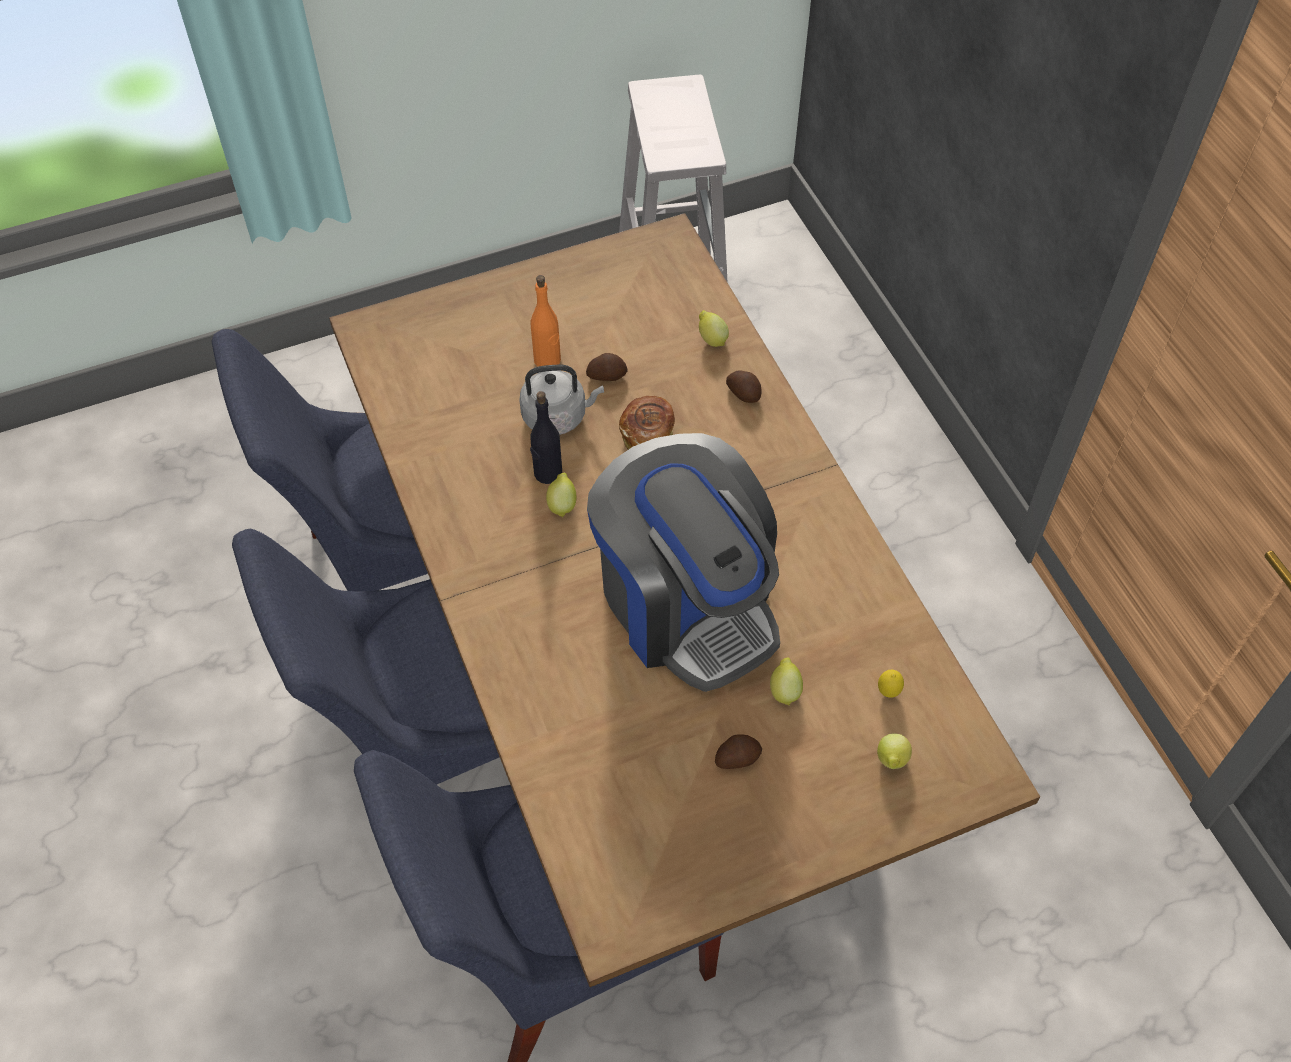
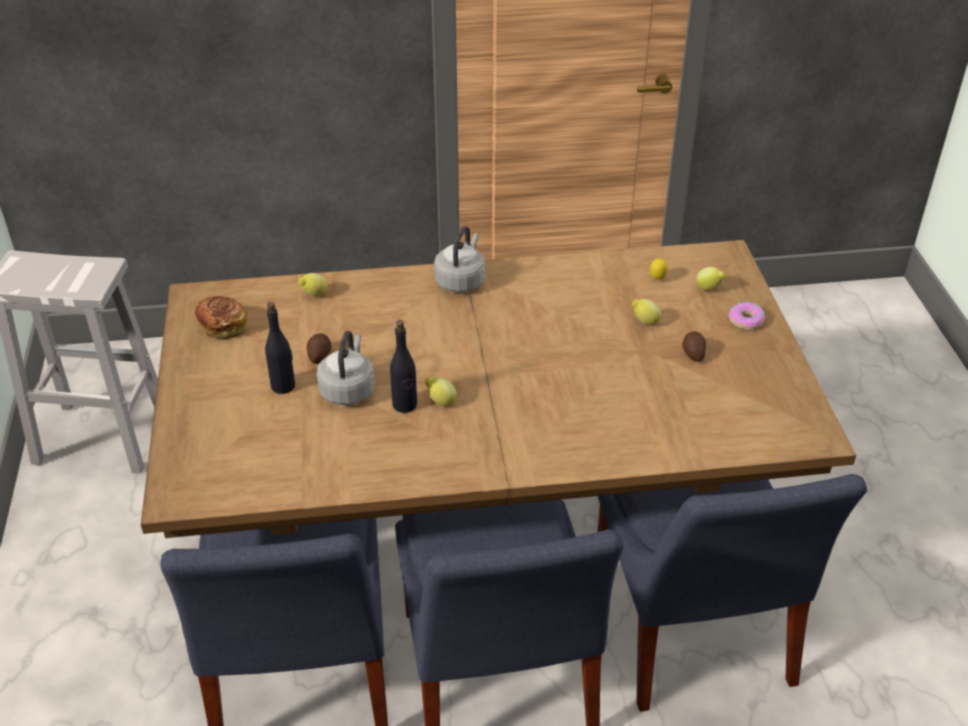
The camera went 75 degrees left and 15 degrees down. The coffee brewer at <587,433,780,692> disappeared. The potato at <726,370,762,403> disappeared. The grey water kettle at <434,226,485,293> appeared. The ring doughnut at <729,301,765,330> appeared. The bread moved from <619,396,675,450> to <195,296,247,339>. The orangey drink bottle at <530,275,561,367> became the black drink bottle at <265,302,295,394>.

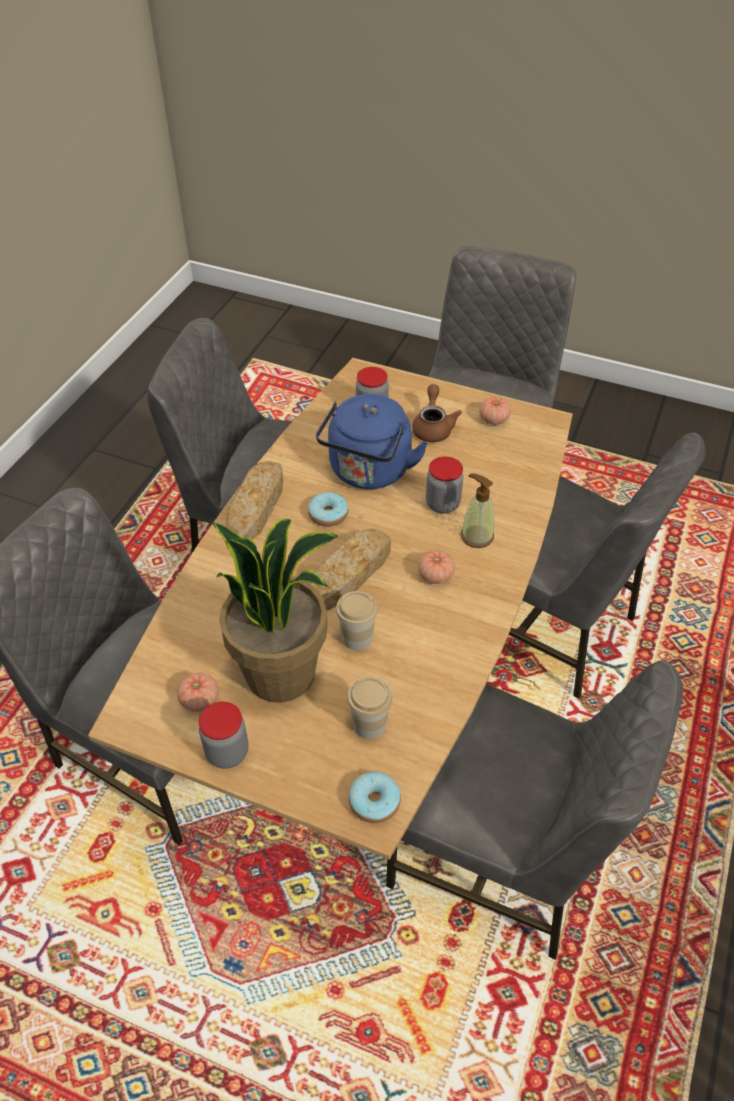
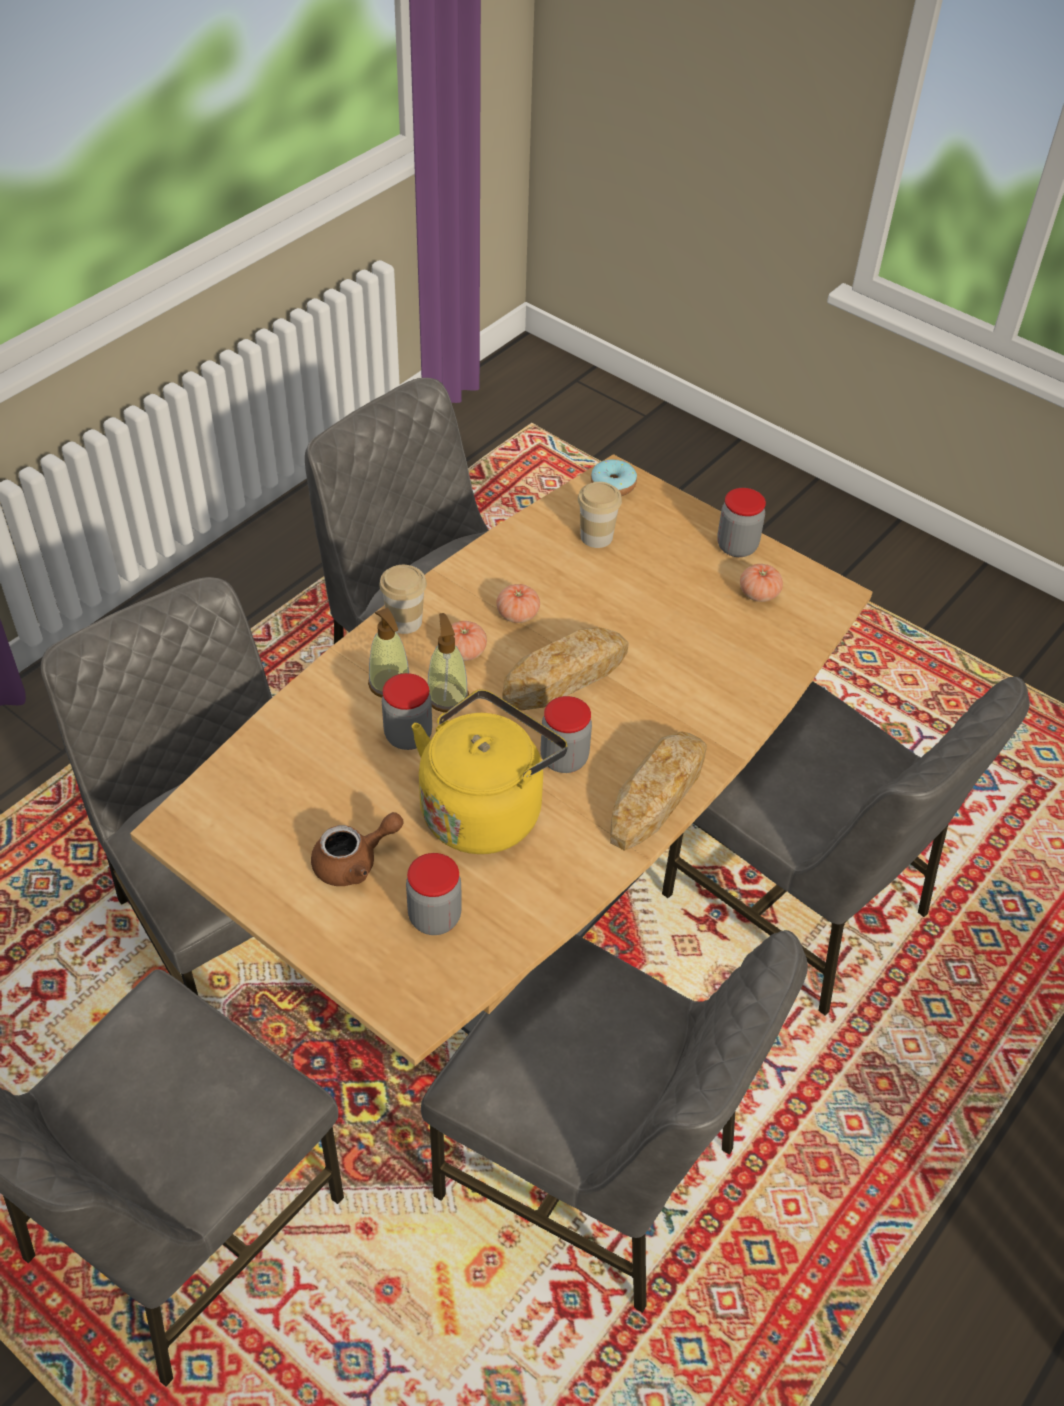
The camera went 165 degrees left and 0 degrees up. The potted plant at <212,519,338,703> disappeared. The liquid soap bottle at <428,613,469,712> appeared. The small cup moved from <336,591,378,650> to <379,565,427,634>. The tomato moved from <479,397,511,425> to <496,584,540,623>. The ring doughnut at <308,492,348,527> was replaced by the preserve jar at <541,696,592,773>. The blue water kettle at <316,394,428,489> became the yellow-coloured water kettle at <412,689,568,854>. The brown tea pot at <412,384,462,443> turned 135 degrees counterclockwise.

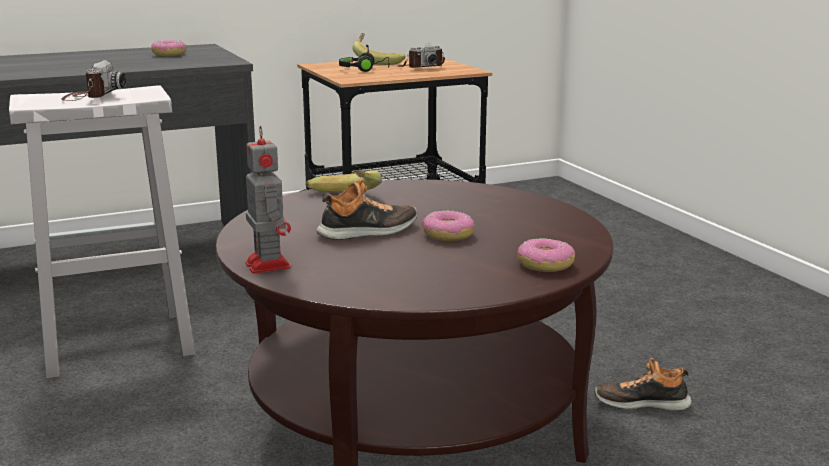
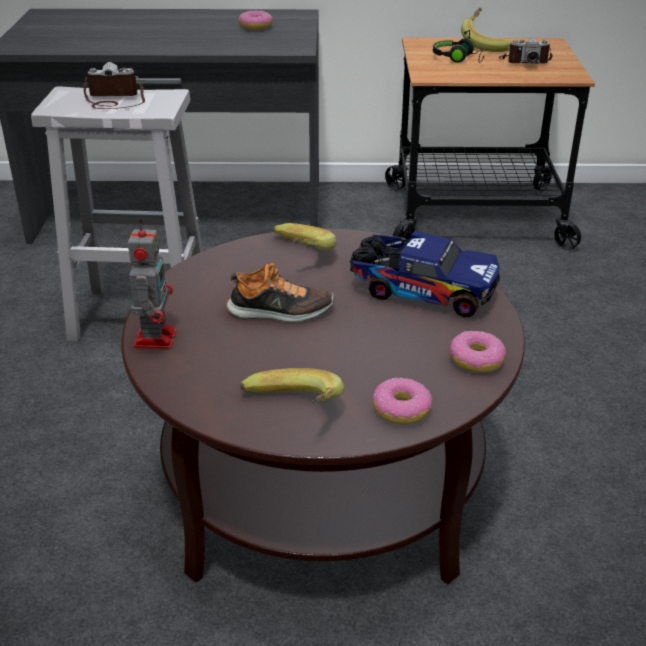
The camera went 25 degrees right and 15 degrees up. The low shoe at <594,358,692,411> disappeared. The whole banana at <240,368,344,404> appeared. The toy truck at <349,231,500,318> appeared. The ring doughnut moved from <422,210,474,241> to <450,331,506,373>. The photo camera at <61,60,126,101> turned 120 degrees counterclockwise.

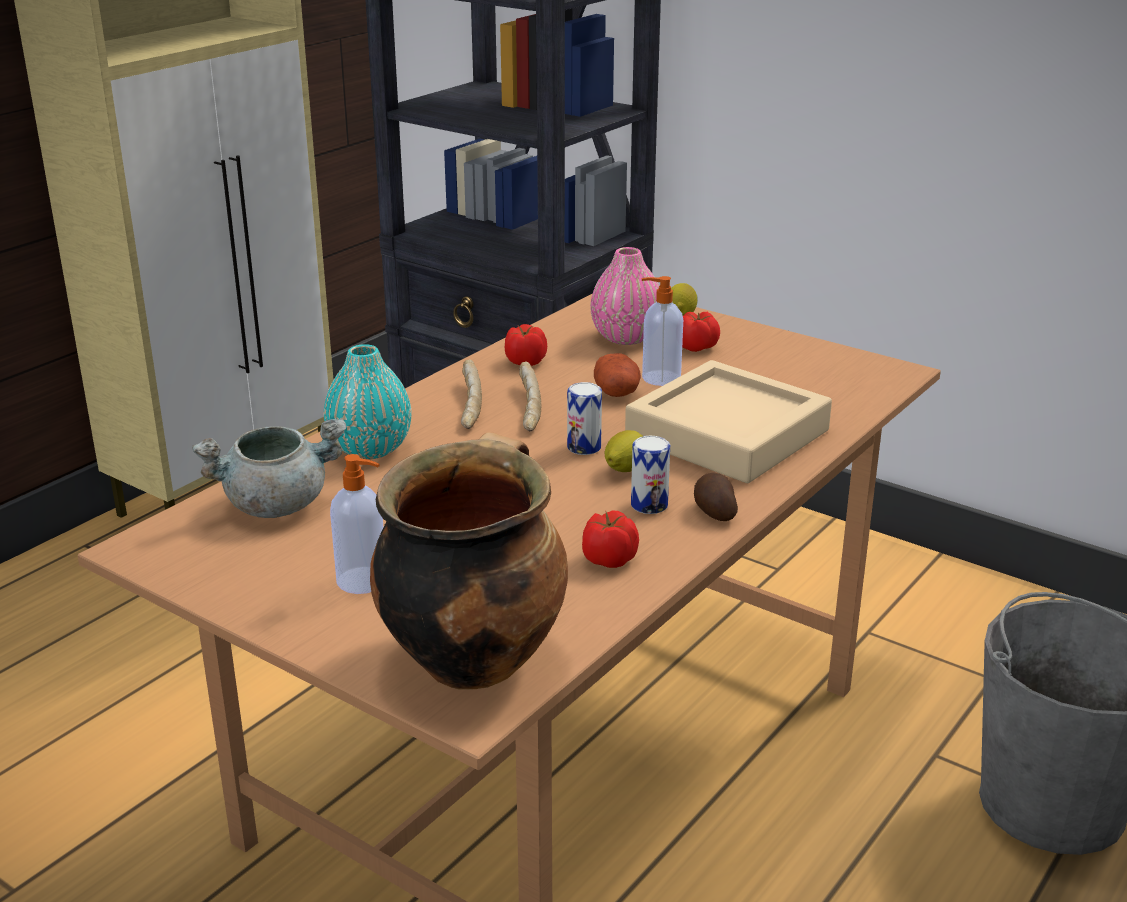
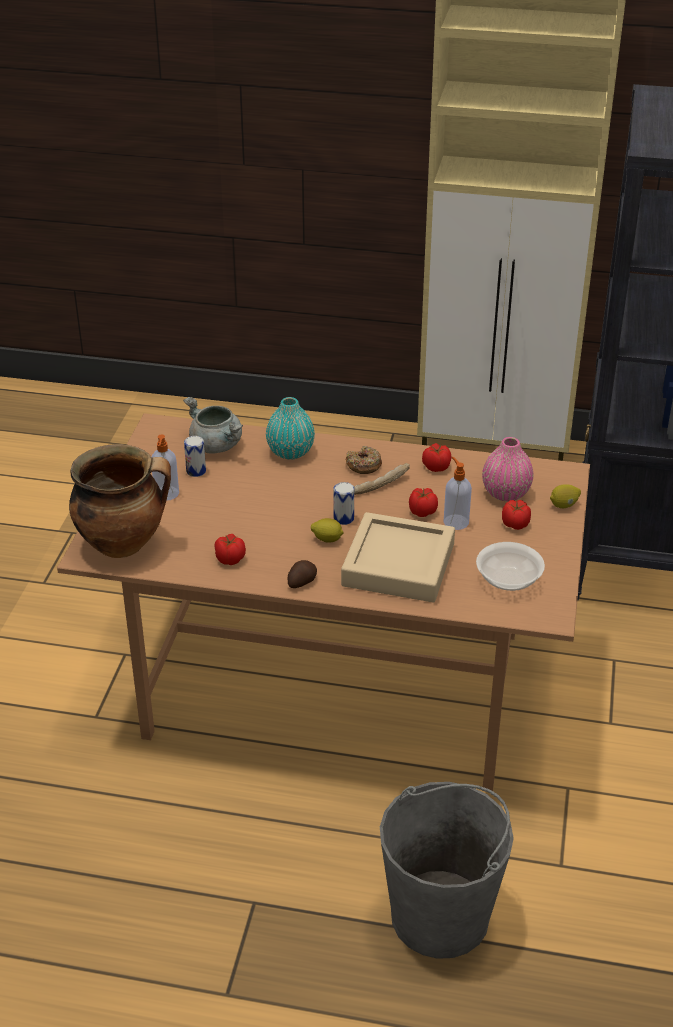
The camera went 65 degrees right and 10 degrees up. The bowl at <476,542,545,591> appeared. The sealed can moved from <631,436,670,514> to <184,436,206,477>. The bread at <461,359,482,429> was replaced by the ring doughnut at <346,446,382,474>. The potato at <594,353,641,397> was replaced by the tomato at <409,488,438,517>.

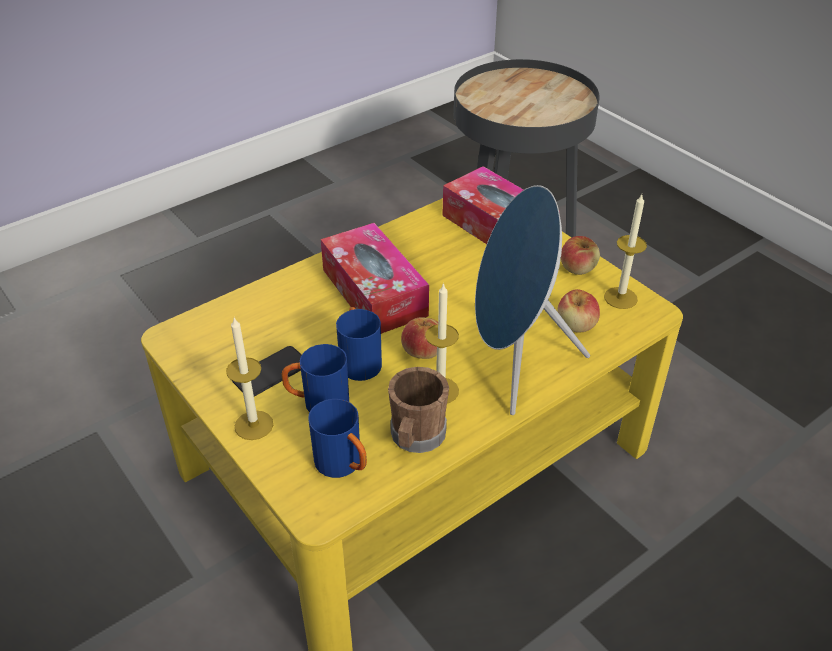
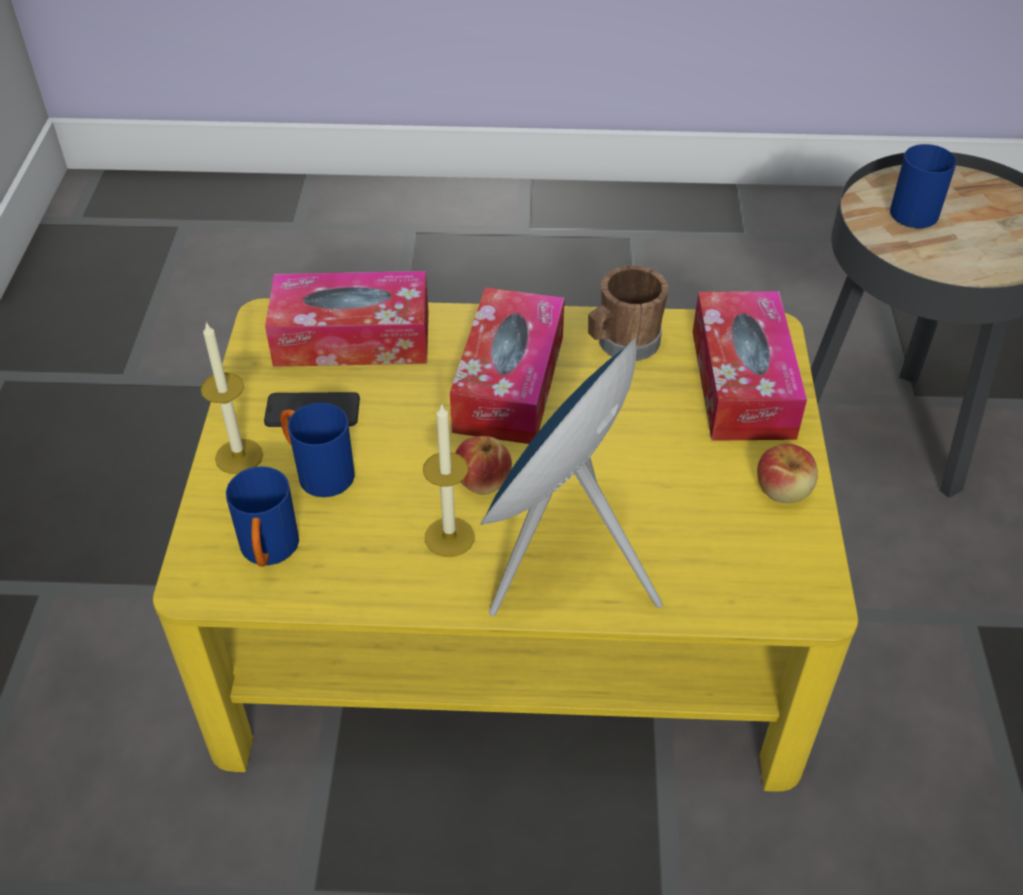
The camera went 40 degrees right and 5 degrees up. The whole apple at <557,289,600,332> disappeared. The wax light at <604,195,647,309> disappeared. The tissue box at <265,271,428,367> appeared. The blue coffee mug moved from <336,307,382,381> to <890,144,957,228>. The brown coffee mug moved from <388,367,449,453> to <588,265,668,361>.

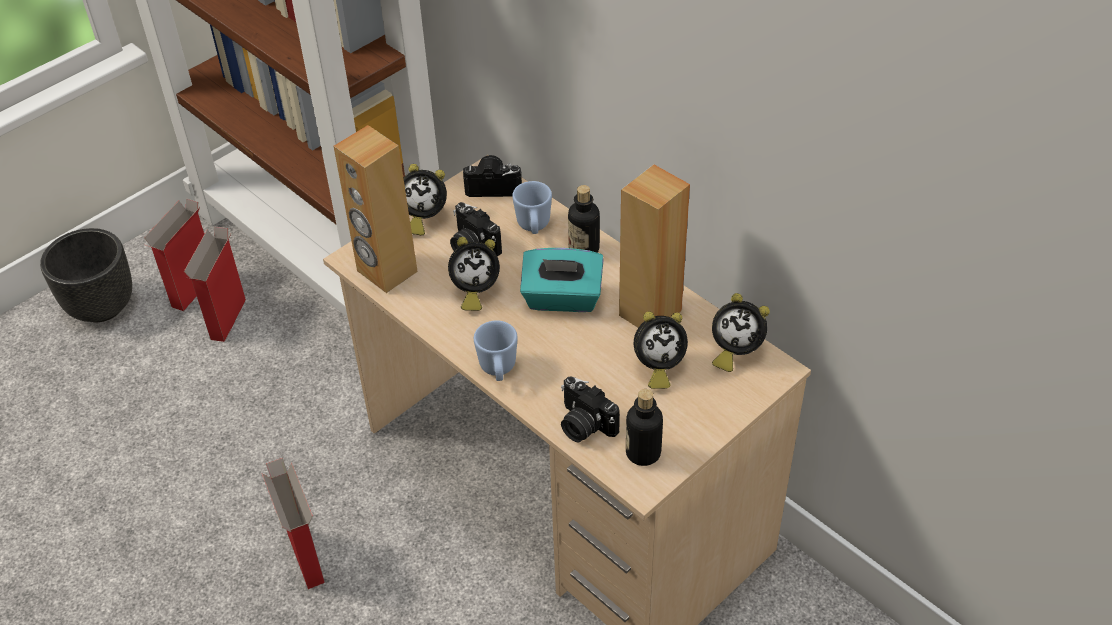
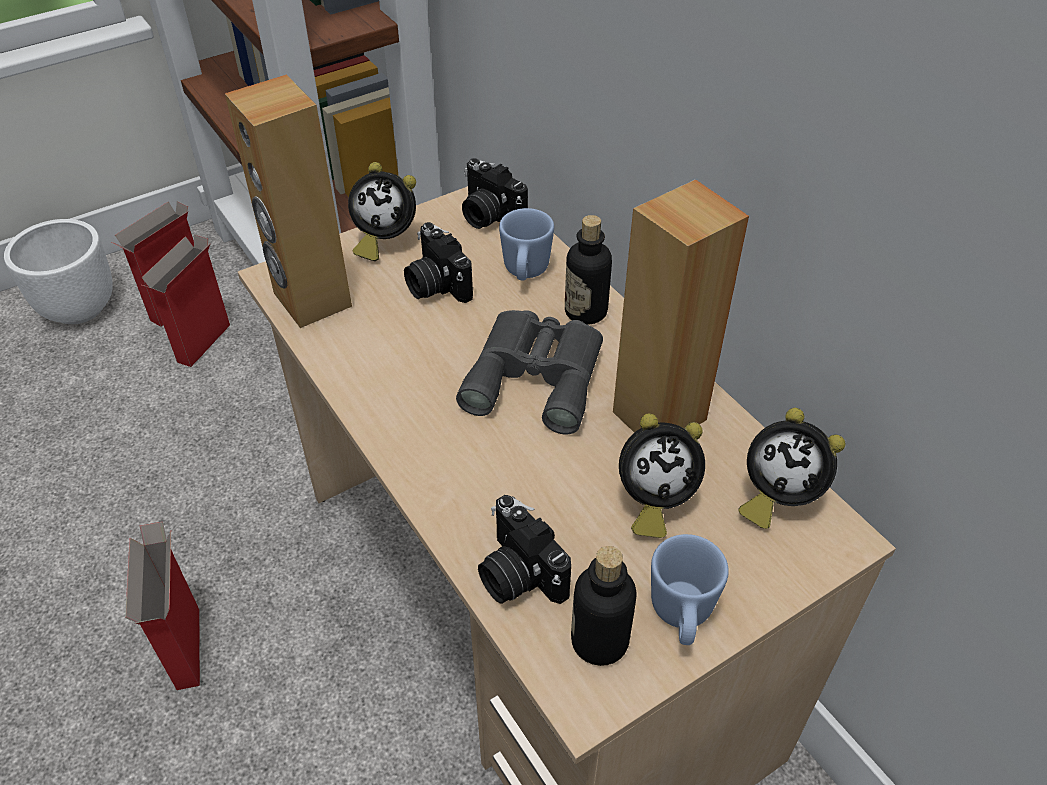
The camera went 10 degrees right and 0 degrees up. The alarm clock at <448,237,500,311> disappeared. The blue coffee mug moved from <474,320,517,381> to <651,534,729,645>. The turquoise tissue box at <520,248,604,312> was replaced by the grey field glasses at <456,310,603,435>. The black flower pot at <40,228,132,322> became the whitish flower pot at <4,219,113,324>. The photo camera at <463,155,522,197> turned 150 degrees counterclockwise.

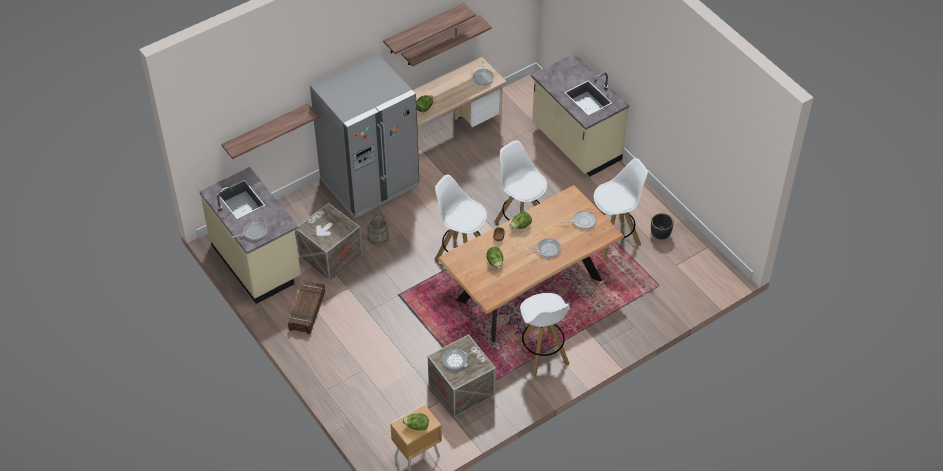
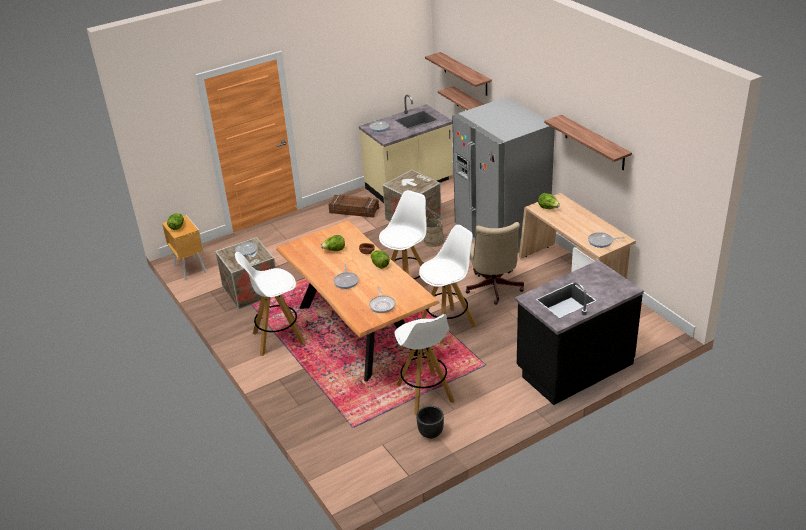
The camera went 95 degrees right and 15 degrees down. The beige-coloured desk chair at <466,222,524,305> appeared. The bracket shelf moved from <401,16,492,66> to <425,52,492,96>. The beige-coloured kitchen base unit at <531,53,629,177> became the black kitchen base unit at <515,260,644,405>.

